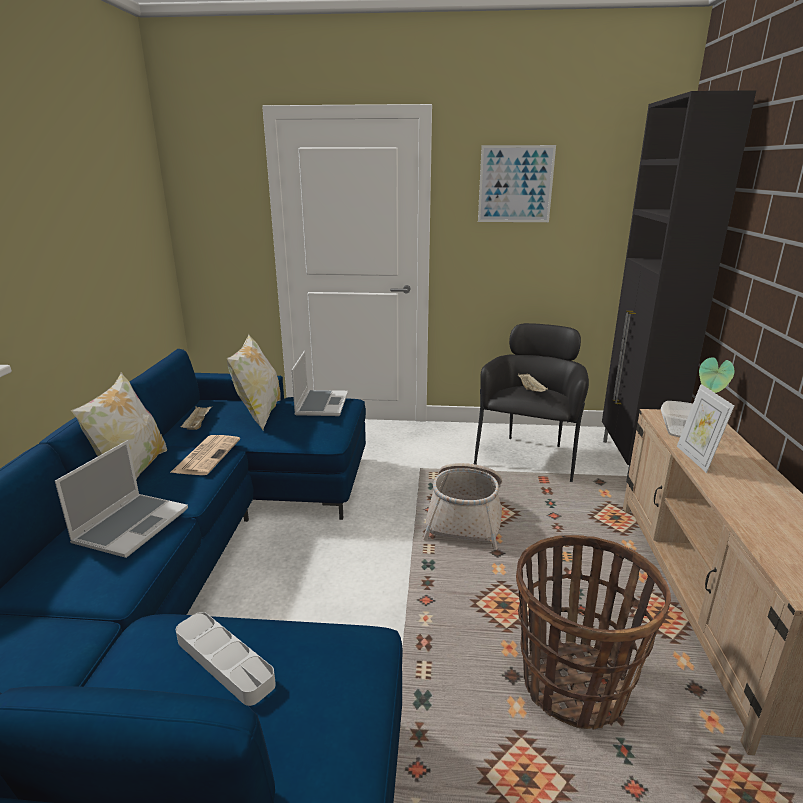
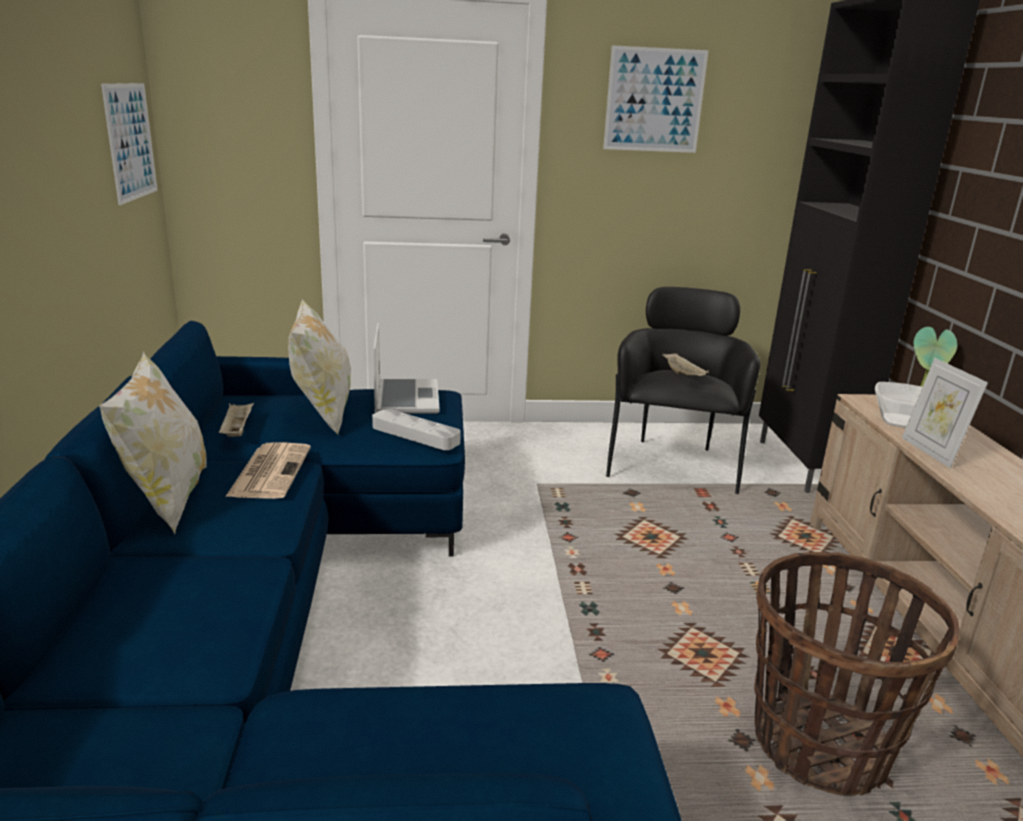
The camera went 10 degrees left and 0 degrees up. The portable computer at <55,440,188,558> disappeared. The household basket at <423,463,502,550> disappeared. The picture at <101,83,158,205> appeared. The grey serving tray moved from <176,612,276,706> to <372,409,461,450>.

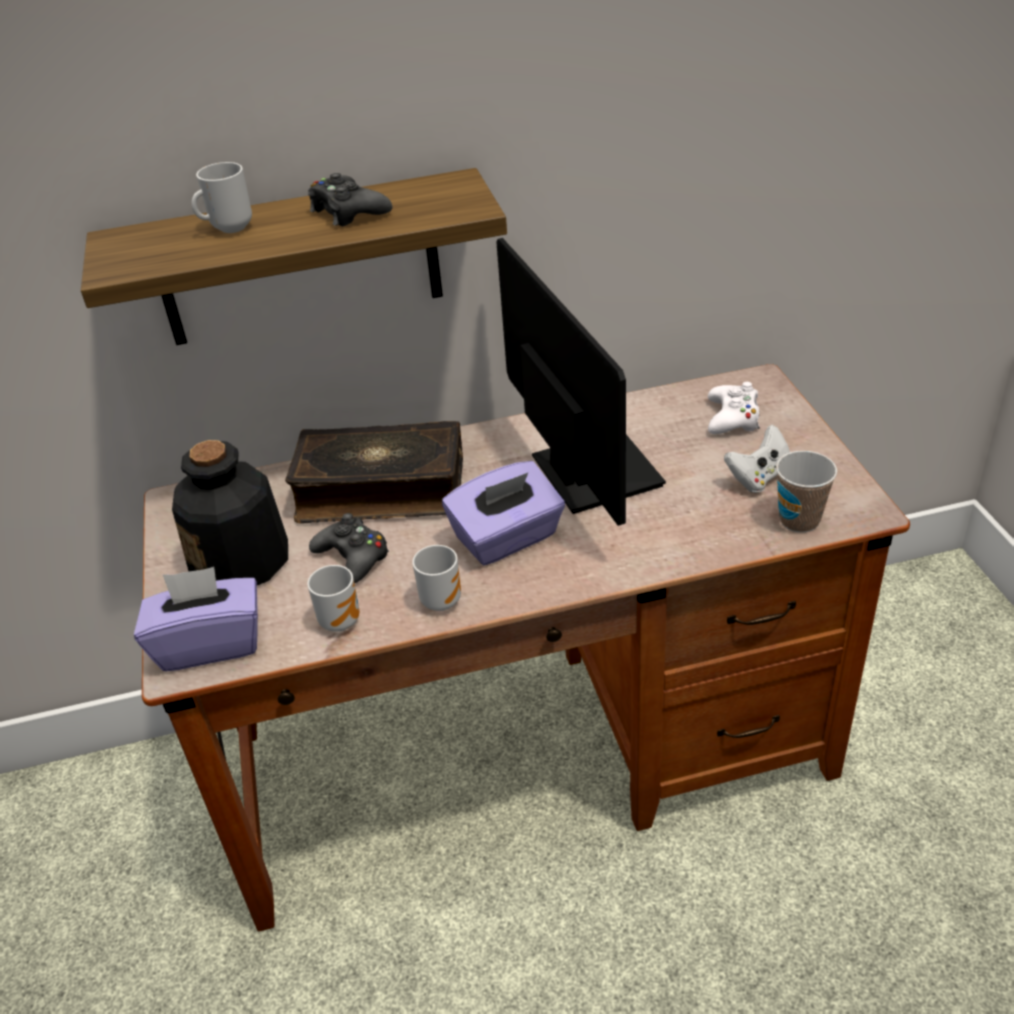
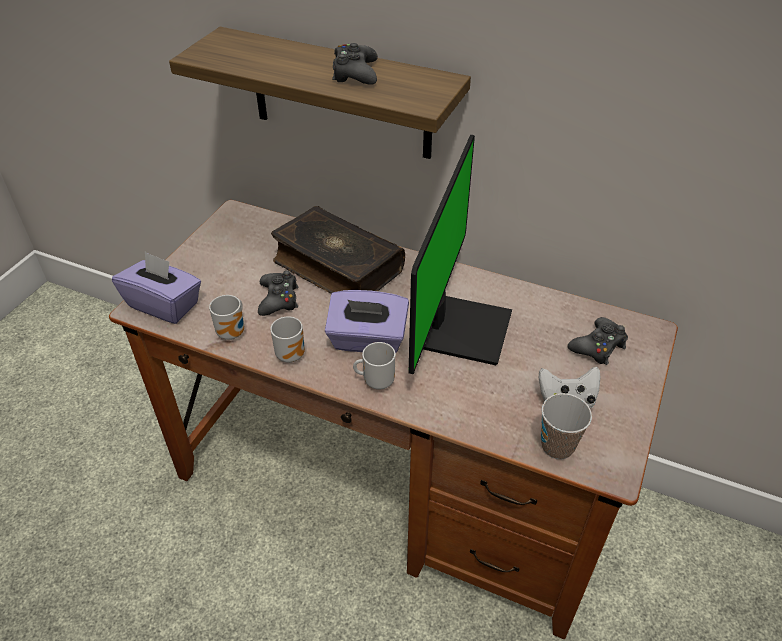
The camera went 35 degrees right and 5 degrees up. The drink bottle at <172,440,288,585> disappeared. The coffee mug moved from <192,162,252,233> to <353,342,395,390>. The whitish game controller at <708,382,760,434> became the black game controller at <567,317,628,365>.

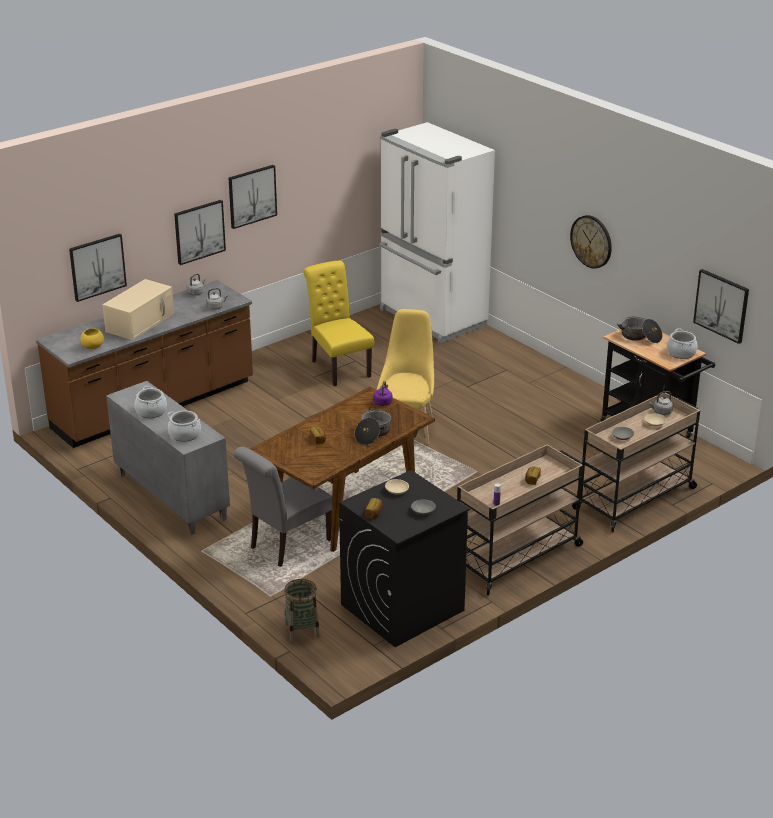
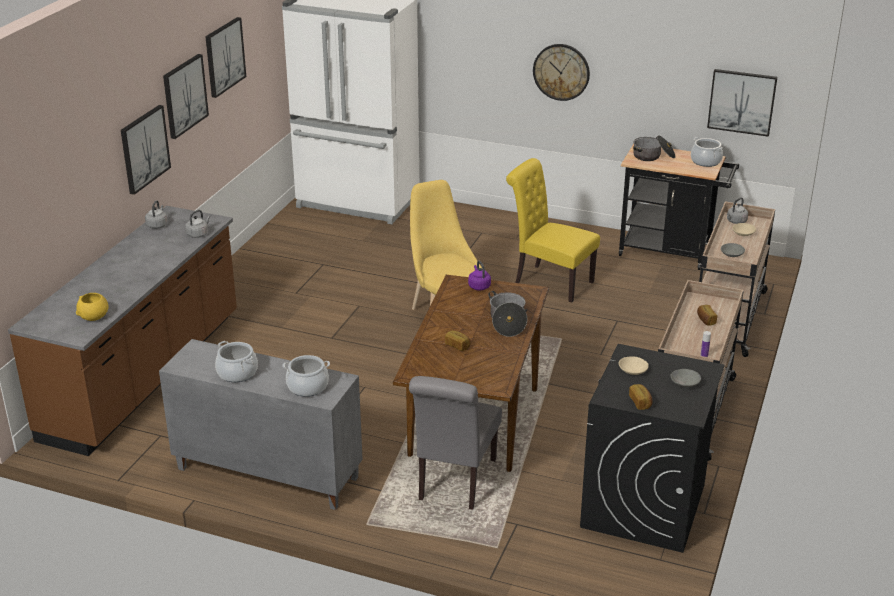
The camera went 30 degrees left and 0 degrees up. The beige-coloured kitchen microwave at <103,279,174,340> disappeared. The household basket at <284,579,320,642> disappeared. The picture moved from <69,234,127,302> to <205,17,246,98>. The yellow-coloured plain chair moved from <303,261,374,386> to <506,158,600,302>.

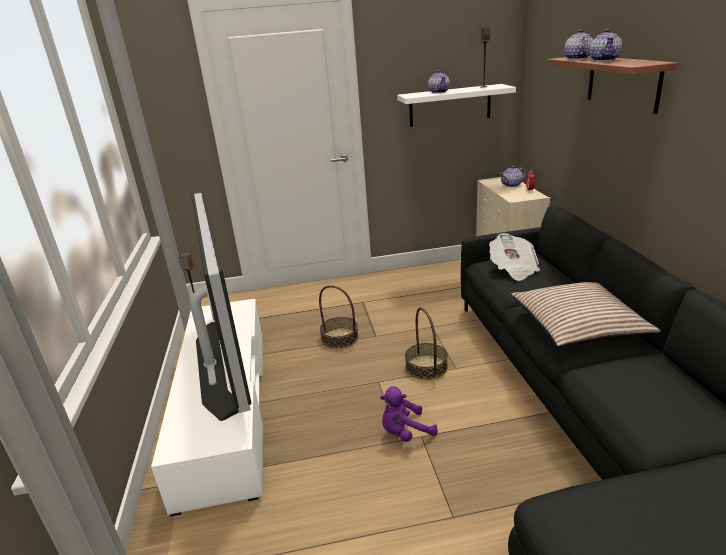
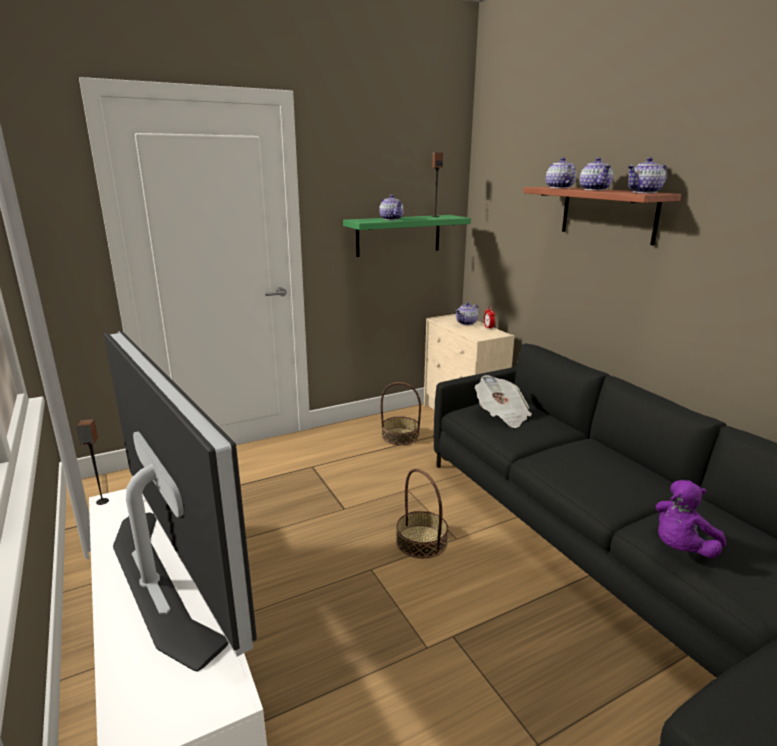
The camera went 20 degrees left and 5 degrees down. The pillow at <511,282,661,347> disappeared. The tea pot at <627,157,668,193> appeared. The household basket moved from <319,285,359,348> to <381,382,421,445>. The purple-coloured soft toy moved from <380,386,438,442> to <655,480,726,558>. The whitish bracket shelf at <397,84,516,127> became the green-coloured bracket shelf at <343,215,471,257>.

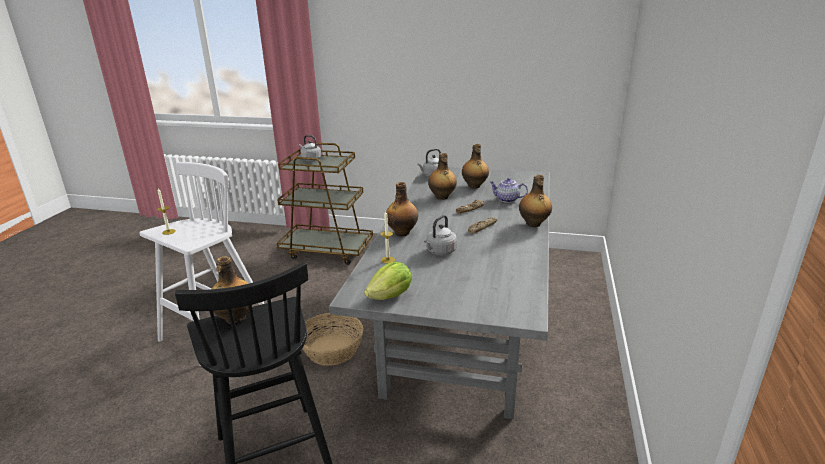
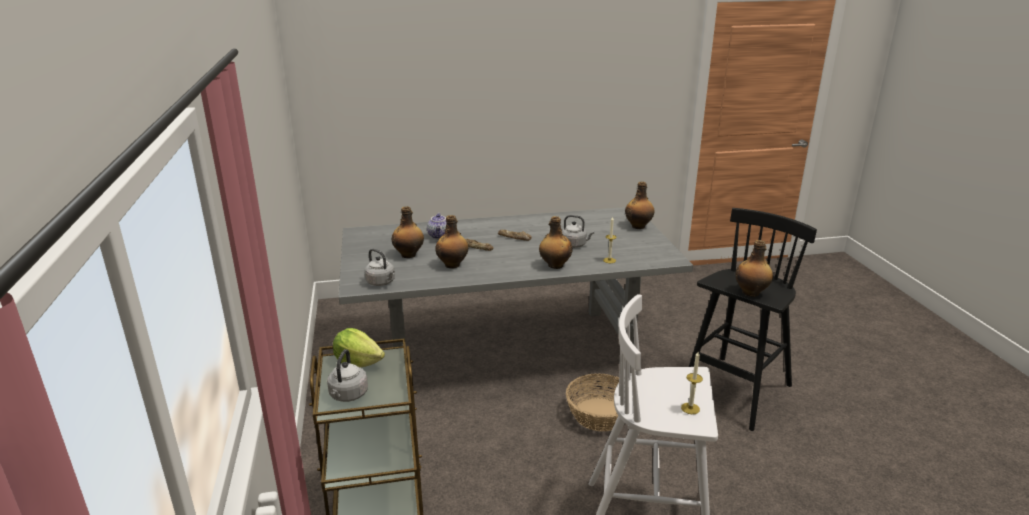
The camera went 115 degrees left and 0 degrees up. The lettuce head moved from <364,262,412,300> to <333,328,385,368>. The drink bottle moved from <519,175,552,227> to <625,182,655,229>.

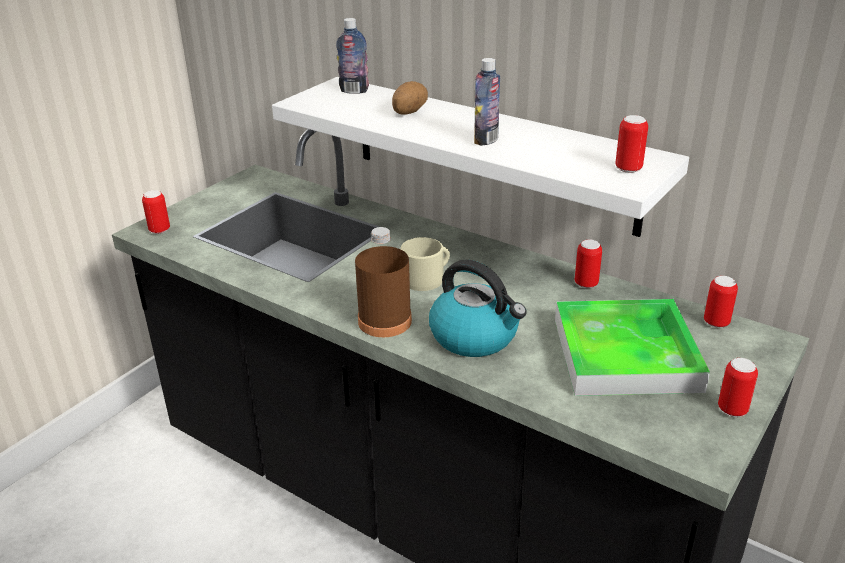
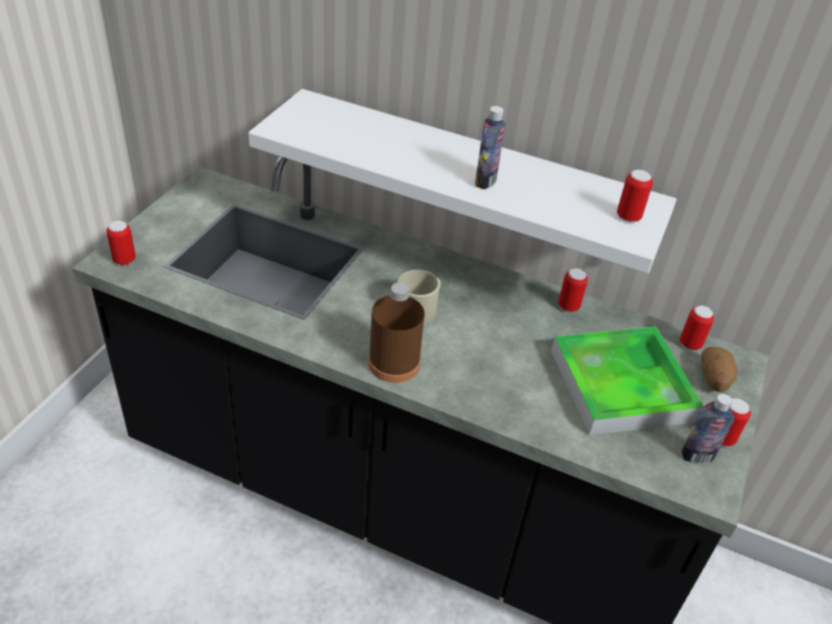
The camera went 15 degrees left and 10 degrees up. The water kettle at <429,259,527,357> disappeared. The drink bottle moved from <336,18,369,94> to <682,394,735,464>. The potato moved from <392,81,428,115> to <701,347,737,392>.

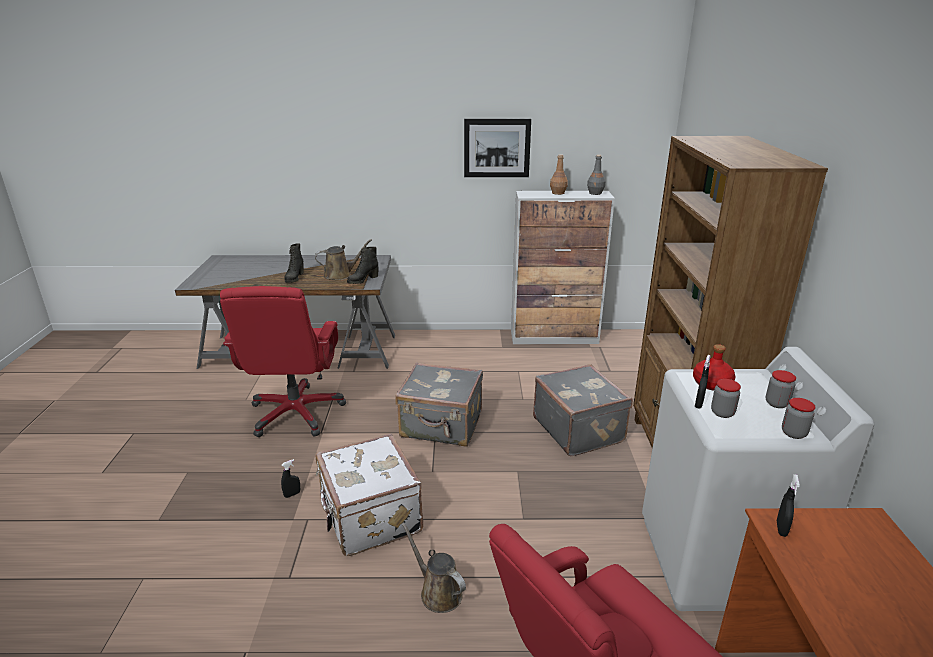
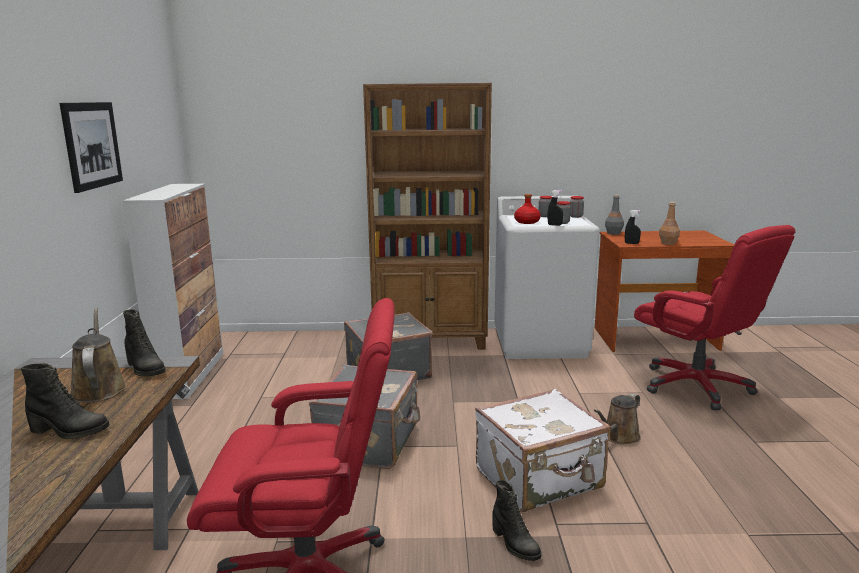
The camera went 90 degrees left and 10 degrees down. The brown drink bottle moved from <550,154,568,195> to <659,202,680,245>. The grey drink bottle moved from <587,155,605,195> to <605,195,624,235>. The black sprayer at <281,459,300,498> was replaced by the black high-top boot at <492,480,542,561>.

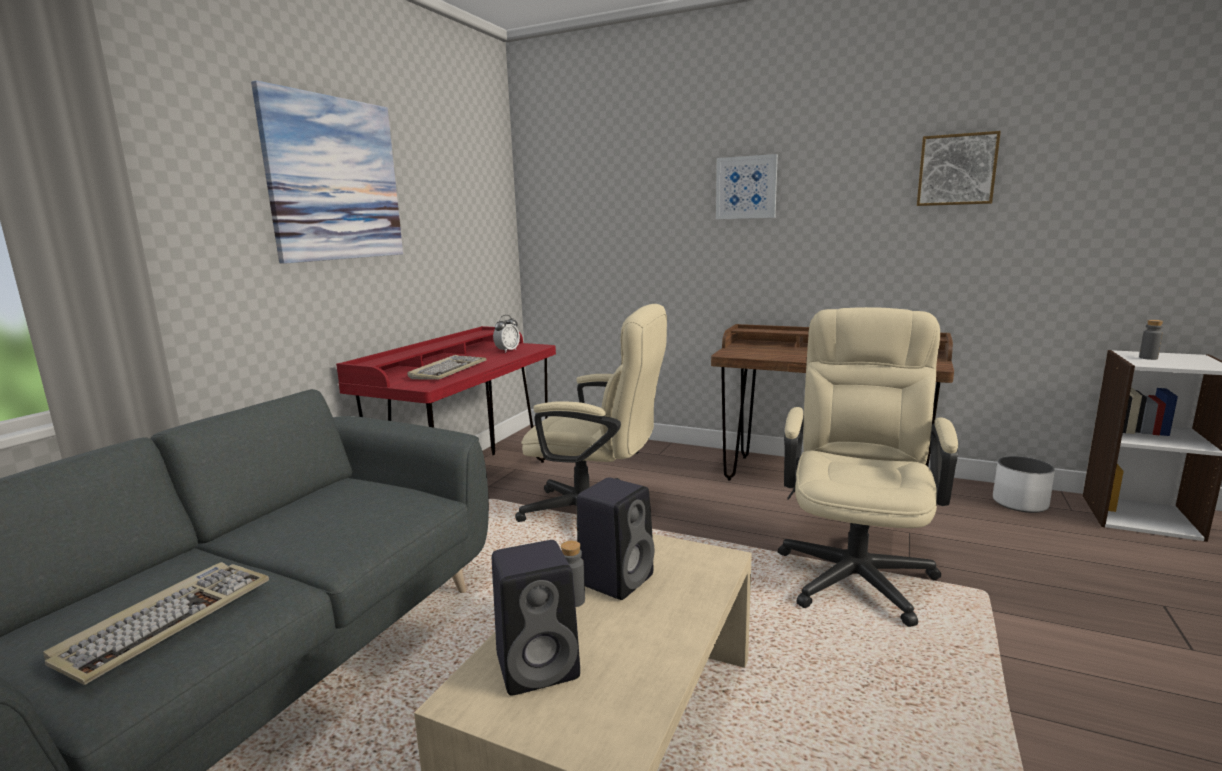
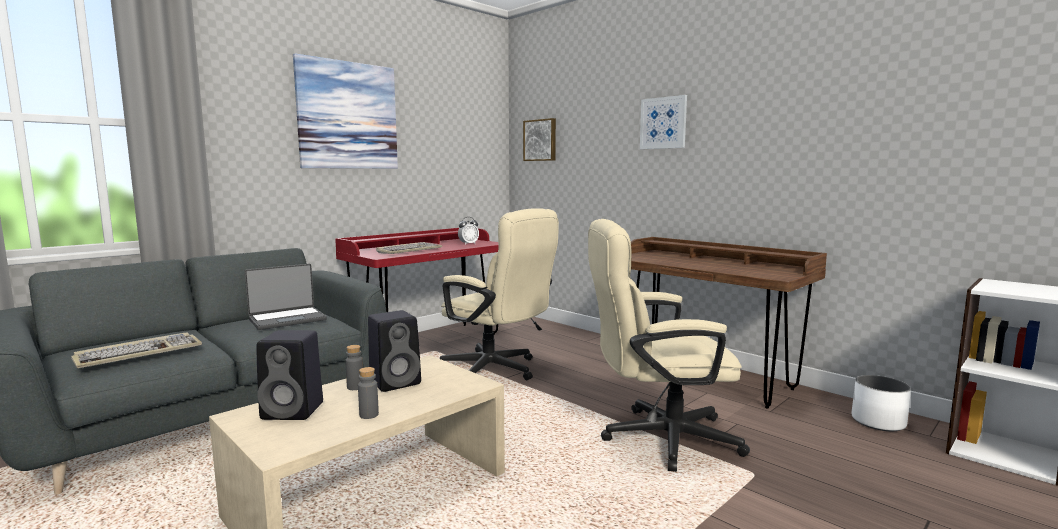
The camera went 20 degrees right and 5 degrees down. The portable computer at <245,264,327,330> appeared. The picture moved from <917,131,1001,206> to <523,118,556,161>. The grey drink bottle moved from <1139,320,1163,360> to <358,367,379,419>. The beige-coloured desk chair at <778,307,958,627> turned 135 degrees counterclockwise.

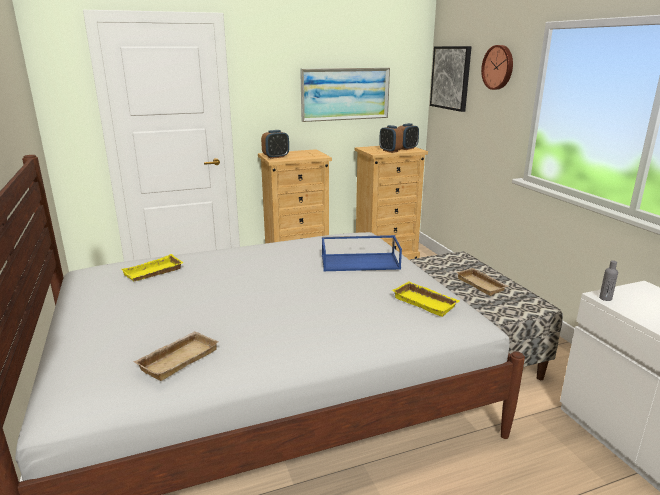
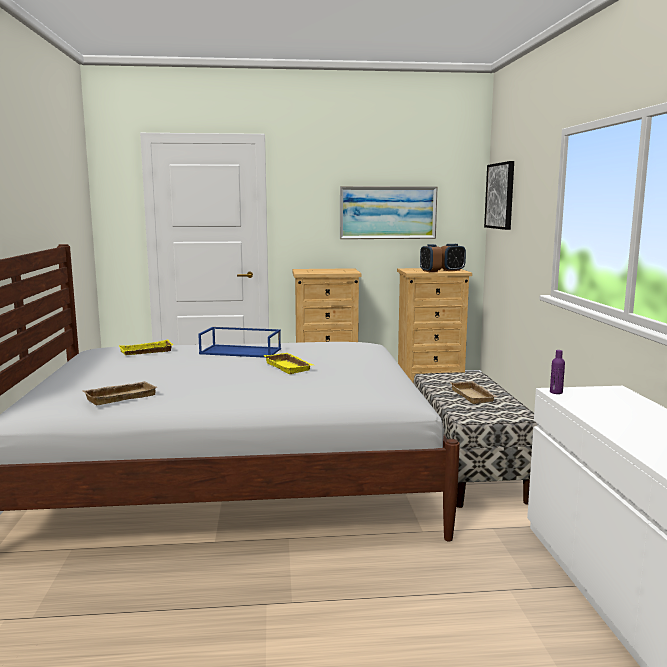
The camera went 15 degrees right and 10 degrees down. The alarm clock at <261,130,289,159> disappeared. The hanging clock at <481,45,513,90> disappeared. The blue serving tray moved from <322,235,402,271> to <198,327,281,358>. The yellow-coloured serving tray moved from <392,281,459,317> to <264,353,313,374>. The grey drink bottle at <599,260,618,301> became the purple-coloured drink bottle at <550,350,565,394>.

